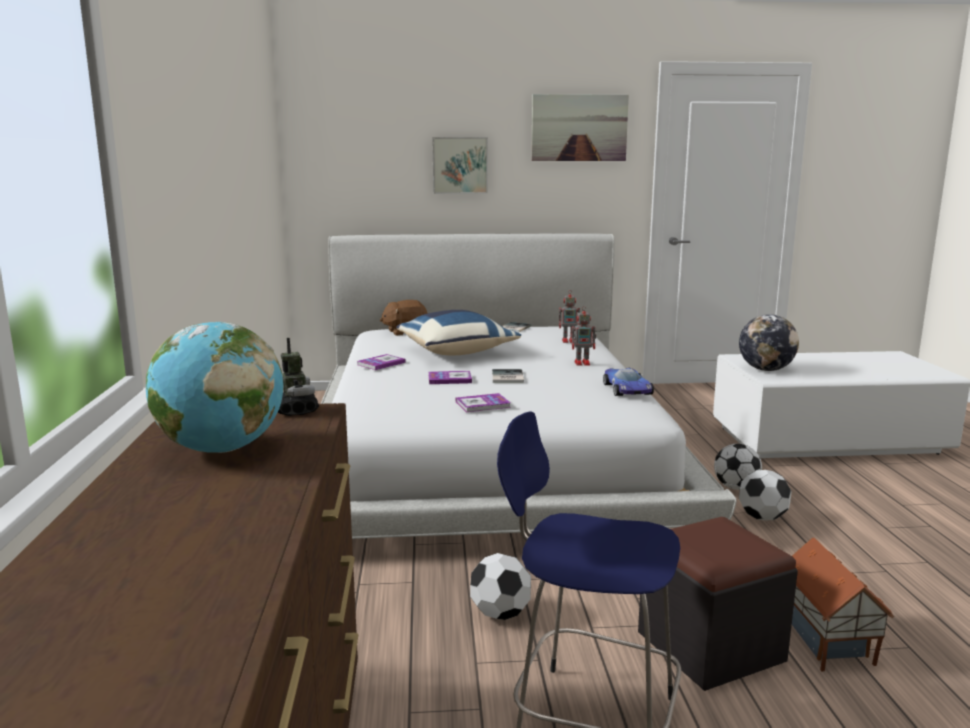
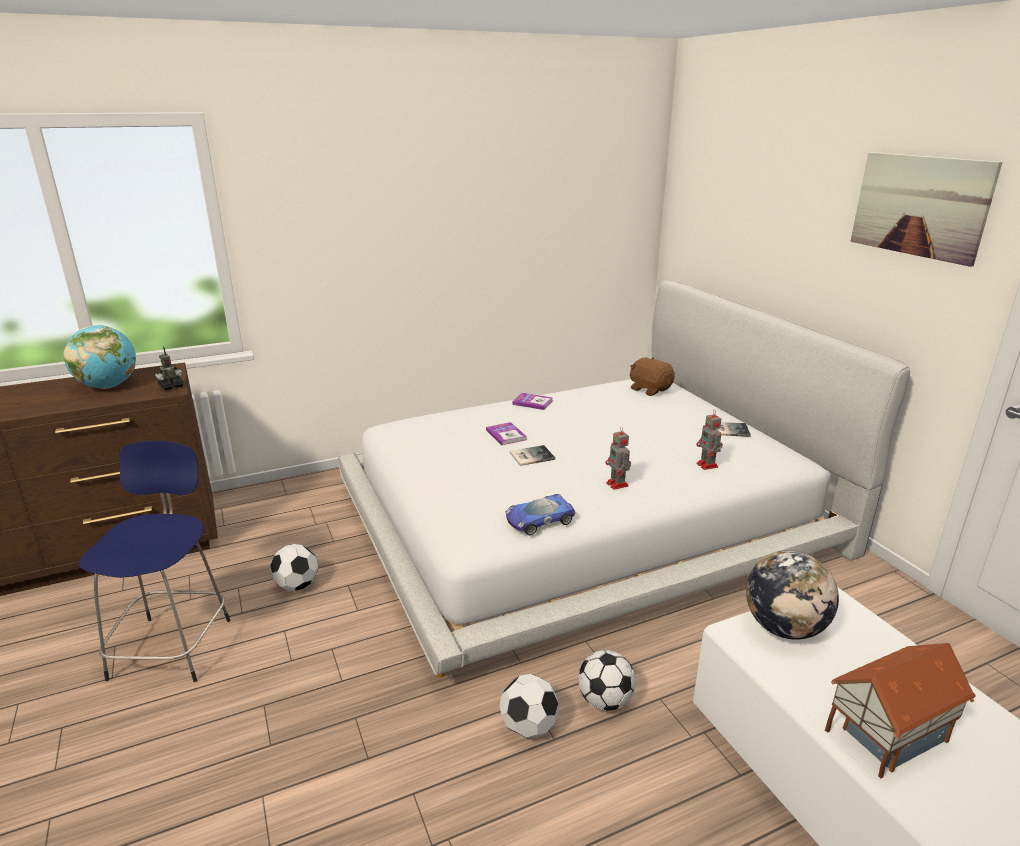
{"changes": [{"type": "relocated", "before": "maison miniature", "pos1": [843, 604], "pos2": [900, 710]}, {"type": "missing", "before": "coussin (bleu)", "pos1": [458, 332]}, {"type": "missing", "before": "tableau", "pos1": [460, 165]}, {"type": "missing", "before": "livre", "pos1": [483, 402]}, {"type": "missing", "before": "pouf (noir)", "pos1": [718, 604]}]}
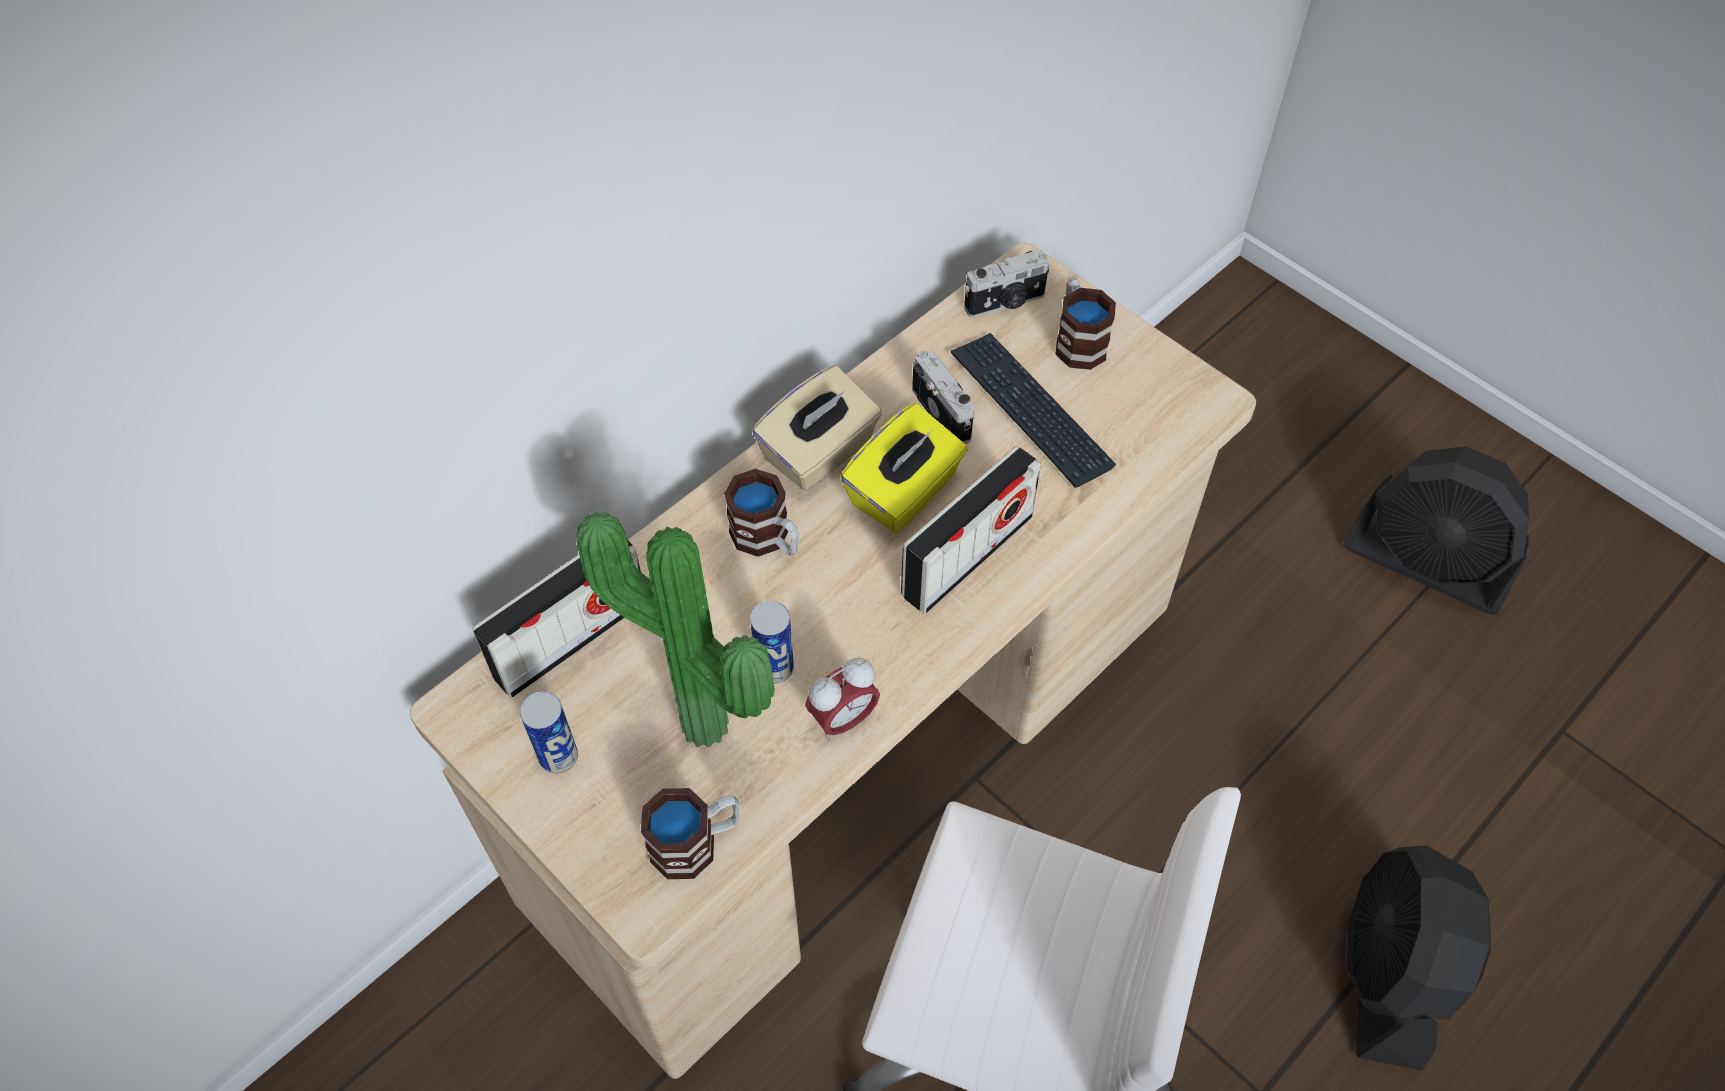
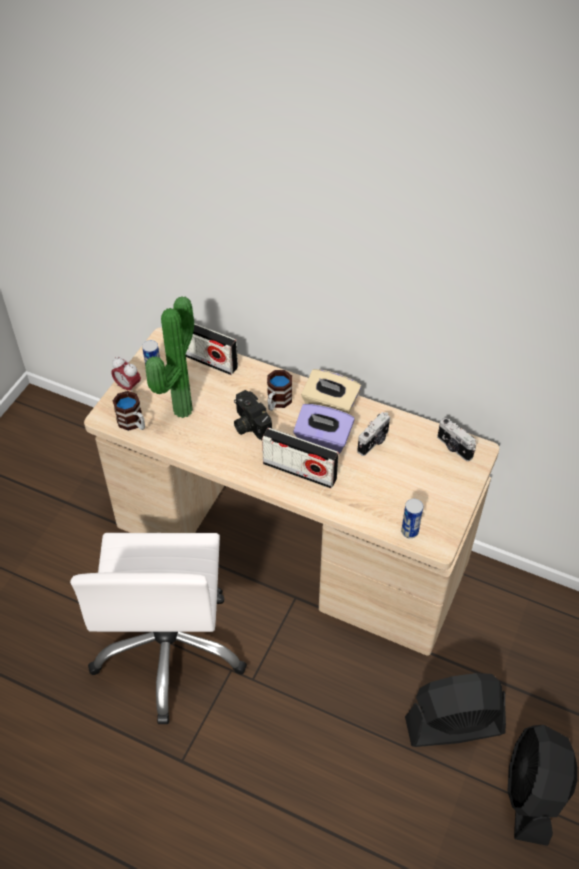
{"changes": [{"type": "relocated", "before": "réveil", "pos1": [842, 699], "pos2": [126, 374]}, {"type": "appeared", "after": "appareil photo", "pos2": [253, 415]}, {"type": "colour", "before": "boîte à mouchoirs (jaune)", "after": "boîte à mouchoirs (violet)", "pos1": [904, 468], "pos2": [324, 429]}, {"type": "relocated", "before": "boîte métallique", "pos1": [772, 642], "pos2": [412, 518]}, {"type": "relocated", "before": "ventilateur (noir)", "pos1": [1419, 958], "pos2": [455, 710]}, {"type": "missing", "before": "clavier", "pos1": [1033, 410]}, {"type": "missing", "before": "mug", "pos1": [1085, 323]}]}
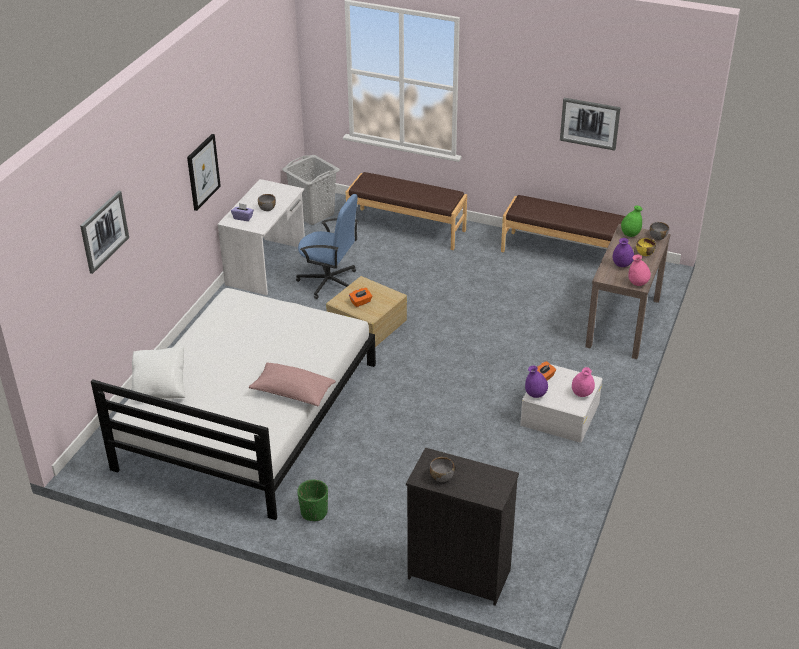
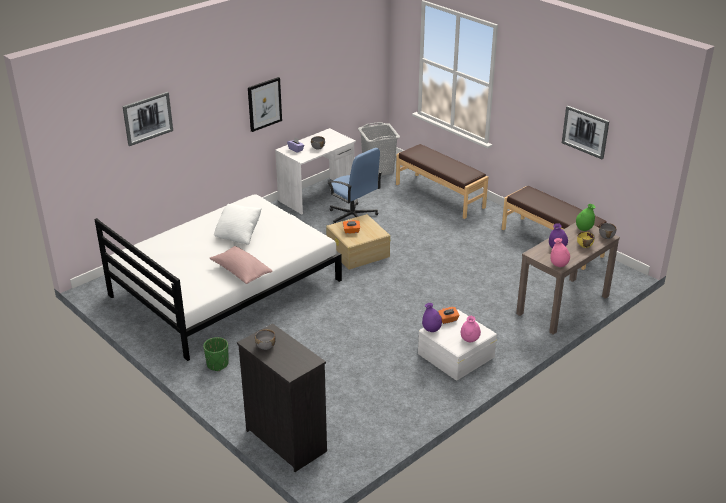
{"changes": [{"type": "relocated", "before": "coussin (blanc)", "pos1": [158, 372], "pos2": [238, 224]}]}
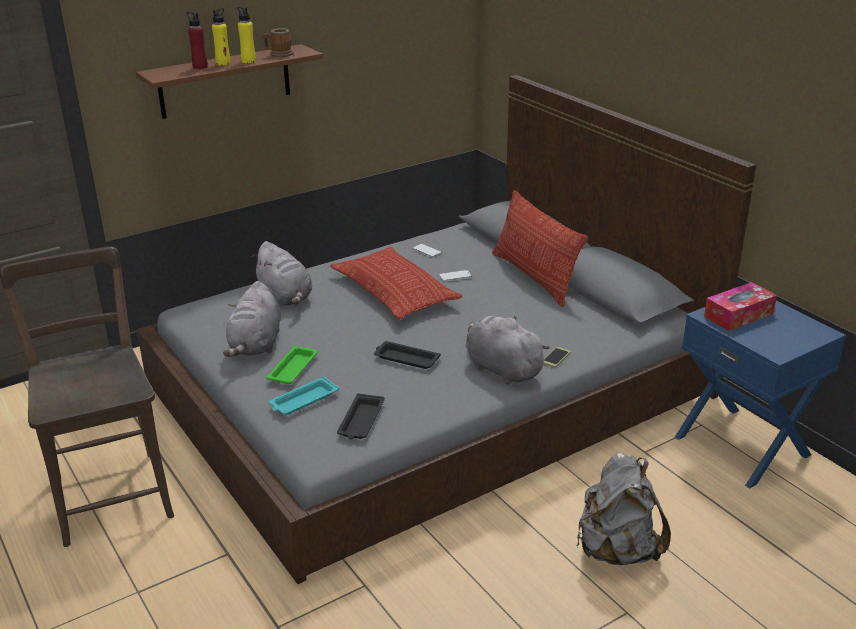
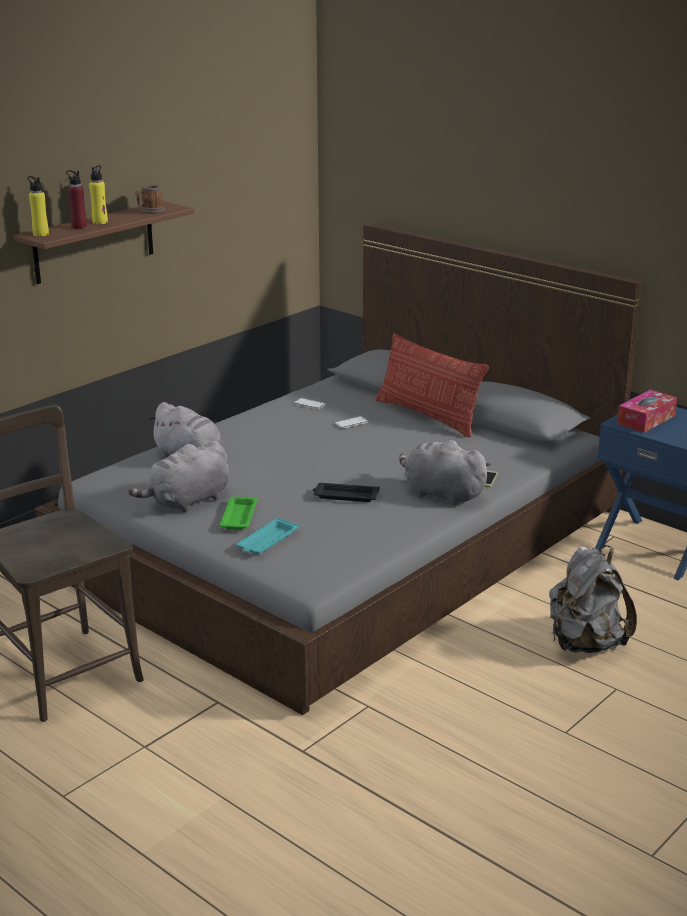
{"changes": [{"type": "relocated", "before": "bouteille (jaune)", "pos1": [246, 34], "pos2": [38, 206]}, {"type": "spun", "before": "peluche (gris)", "pos1": [252, 319], "pos2": [178, 476], "turn": 60}, {"type": "missing", "before": "coussin", "pos1": [396, 283]}, {"type": "missing", "before": "plateau (noir)", "pos1": [361, 416]}]}
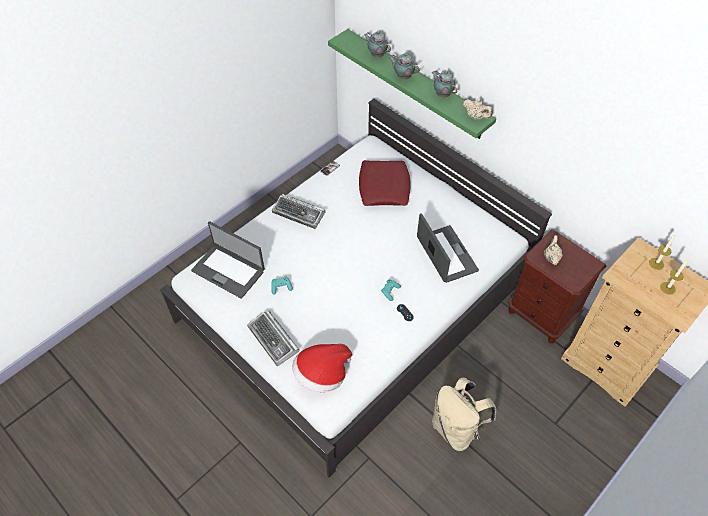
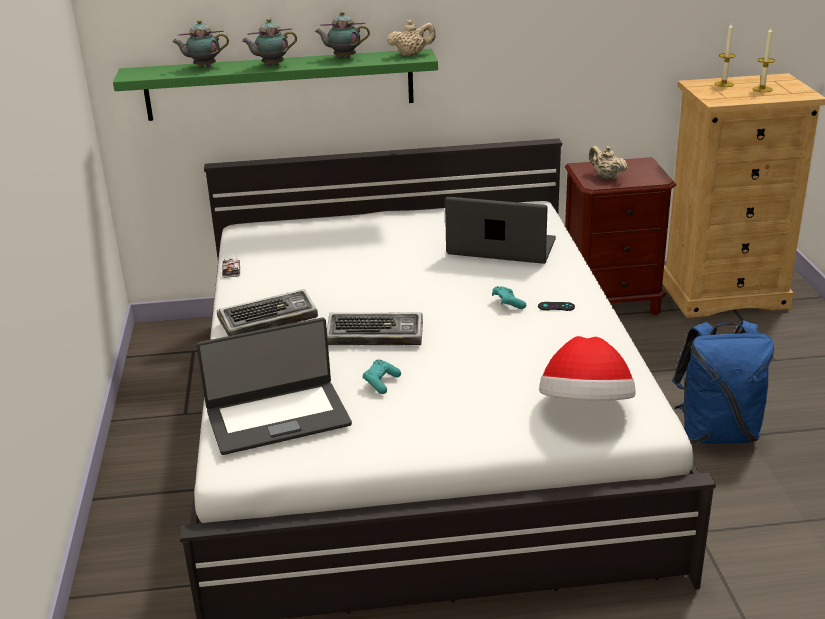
{"changes": [{"type": "relocated", "before": "clavier", "pos1": [273, 338], "pos2": [375, 328]}, {"type": "colour", "before": "sac à dos (beige)", "after": "sac à dos (bleu)", "pos1": [464, 414], "pos2": [723, 382]}, {"type": "missing", "before": "coussin (rouge)", "pos1": [384, 183]}]}
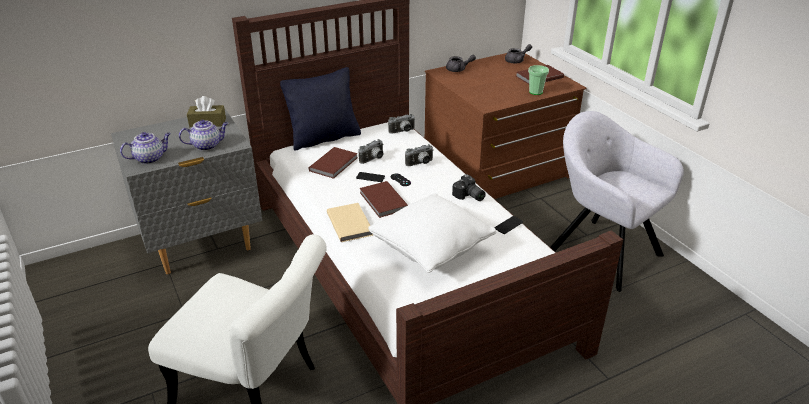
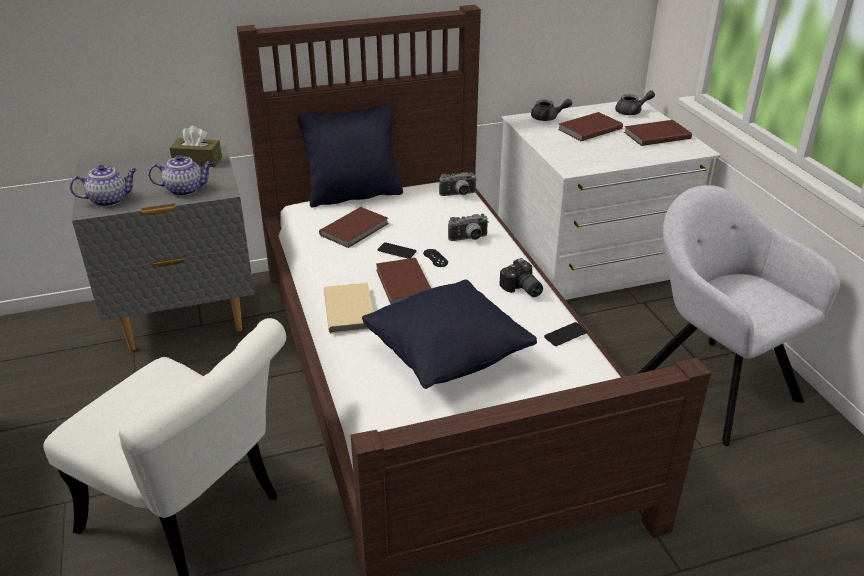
{"changes": [{"type": "colour", "before": "coussin (blanc)", "after": "coussin (noir)", "pos1": [432, 233], "pos2": [449, 334]}, {"type": "colour", "before": "commode (marron)", "after": "commode (blanc)", "pos1": [505, 125], "pos2": [609, 199]}, {"type": "appeared", "after": "livre (marron)", "pos2": [590, 126]}, {"type": "missing", "before": "appareil photo", "pos1": [371, 151]}, {"type": "missing", "before": "tasse", "pos1": [538, 80]}]}
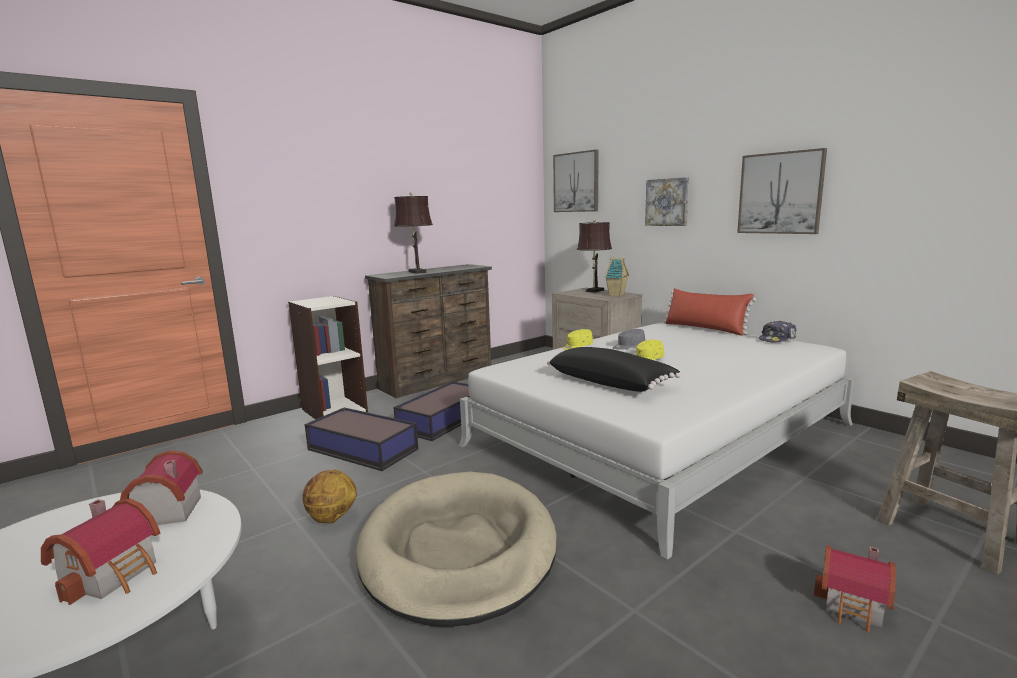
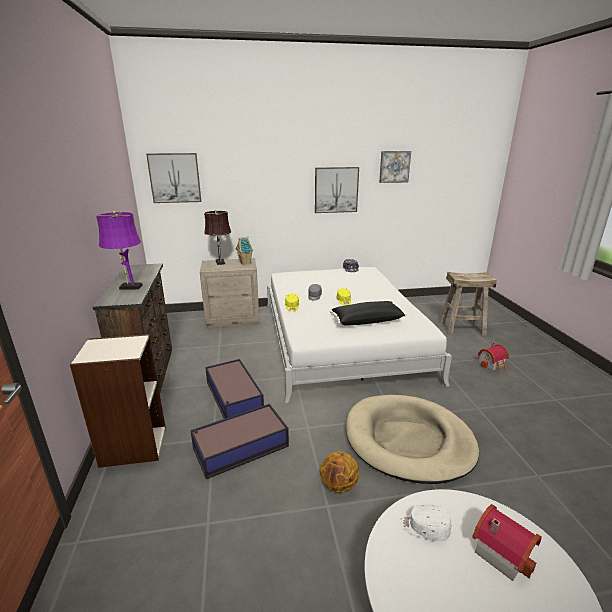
{"changes": [{"type": "colour", "before": "lampe de table (marron)", "after": "lampe de table (violet)", "pos1": [413, 233], "pos2": [119, 250]}, {"type": "relocated", "before": "tableau", "pos1": [667, 201], "pos2": [395, 167]}, {"type": "exchanged", "before": "maison miniature", "after": "casquette (blanc)", "pos1": [161, 487], "pos2": [425, 523]}, {"type": "missing", "before": "coussin (rouge)", "pos1": [709, 312]}]}
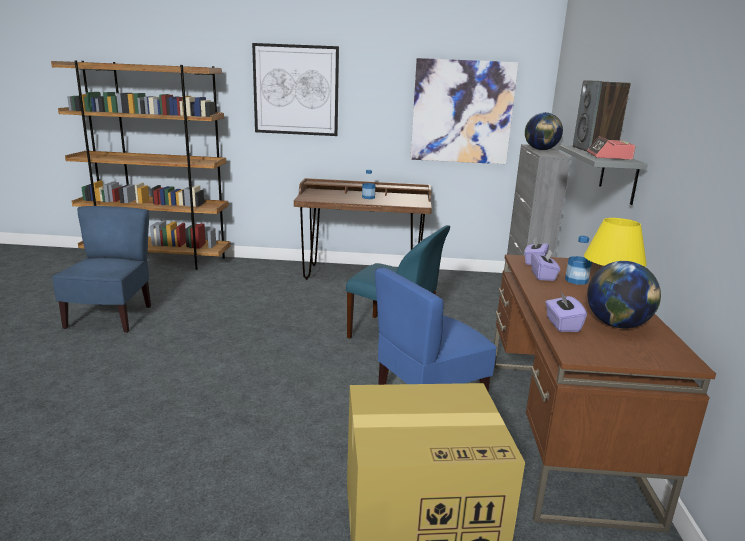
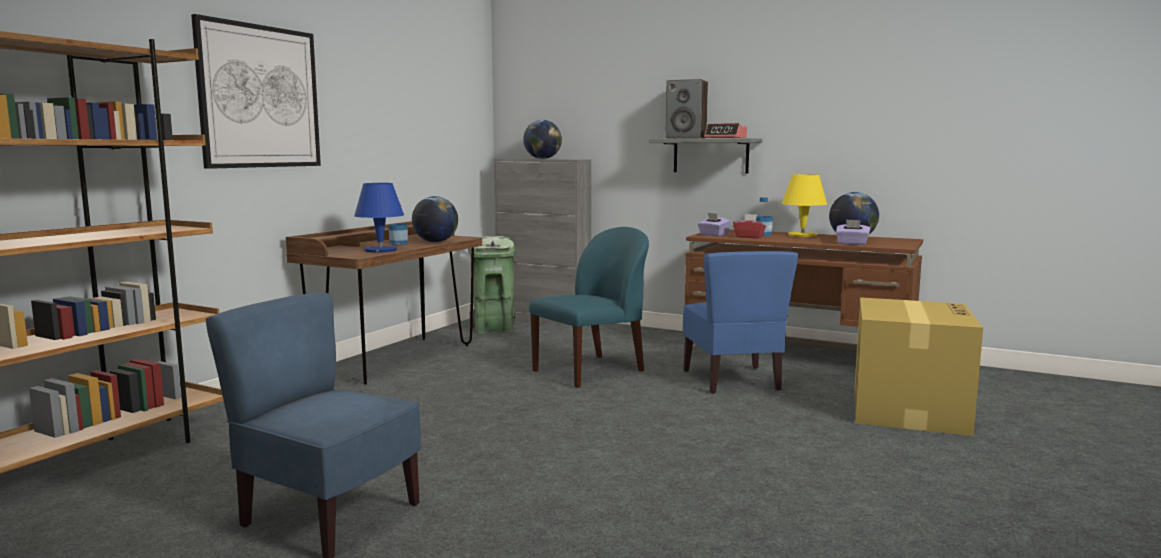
{"changes": [{"type": "appeared", "after": "lampe de table (bleu)", "pos2": [379, 217]}, {"type": "appeared", "after": "globe", "pos2": [435, 219]}, {"type": "appeared", "after": "poubelle (vert)", "pos2": [492, 285]}, {"type": "colour", "before": "boîte à mouchoirs (violet)", "after": "boîte à mouchoirs (rouge)", "pos1": [545, 265], "pos2": [749, 226]}, {"type": "missing", "before": "tableau", "pos1": [464, 111]}]}
